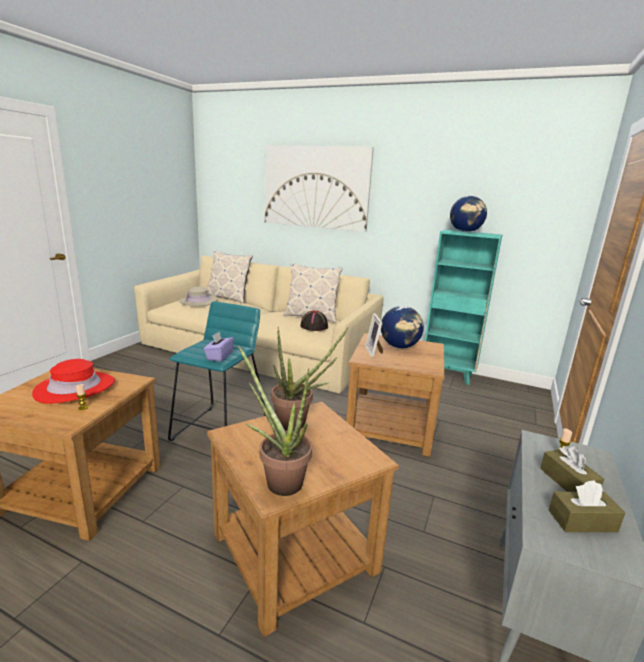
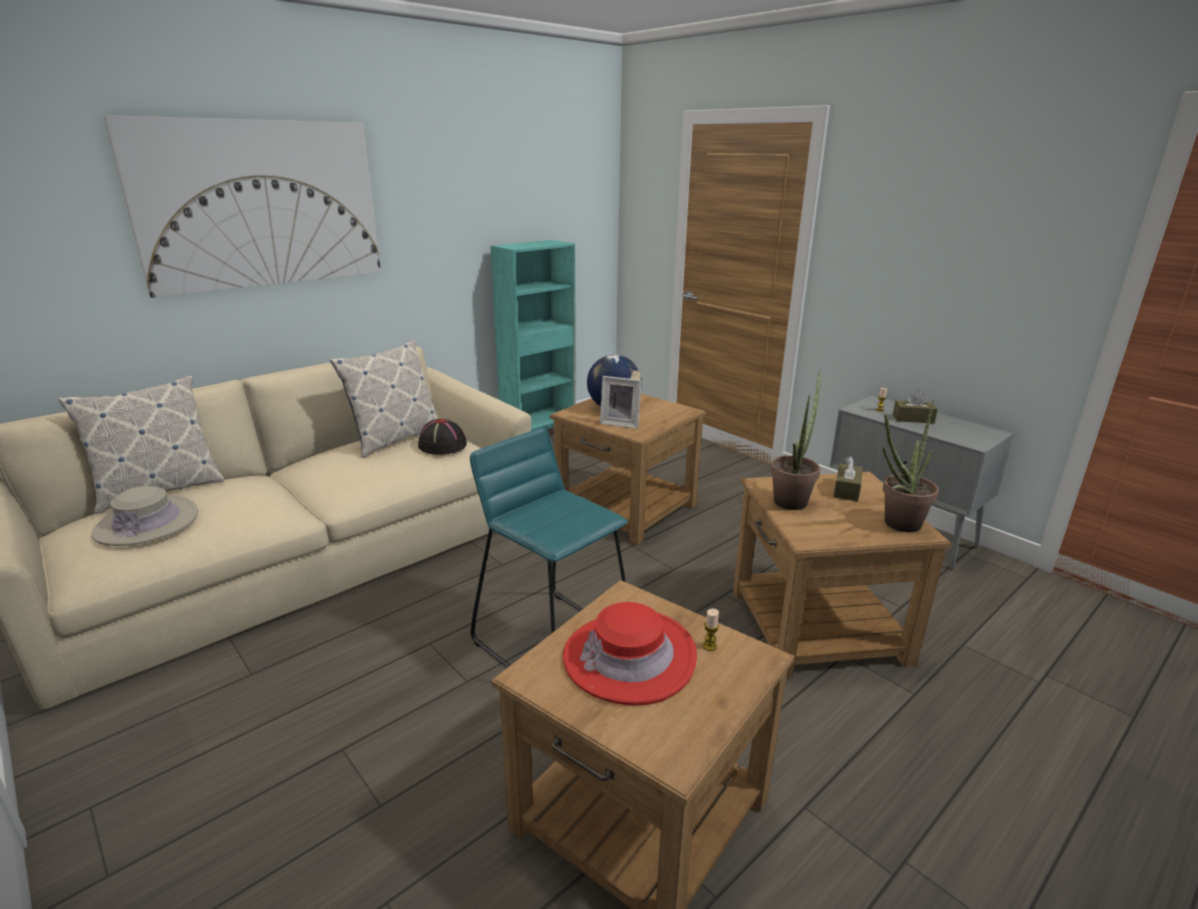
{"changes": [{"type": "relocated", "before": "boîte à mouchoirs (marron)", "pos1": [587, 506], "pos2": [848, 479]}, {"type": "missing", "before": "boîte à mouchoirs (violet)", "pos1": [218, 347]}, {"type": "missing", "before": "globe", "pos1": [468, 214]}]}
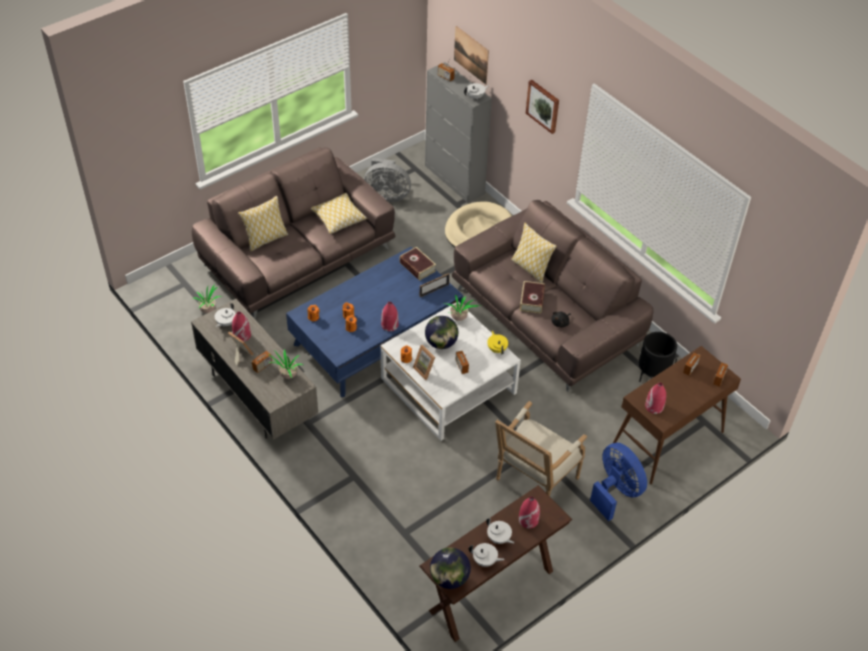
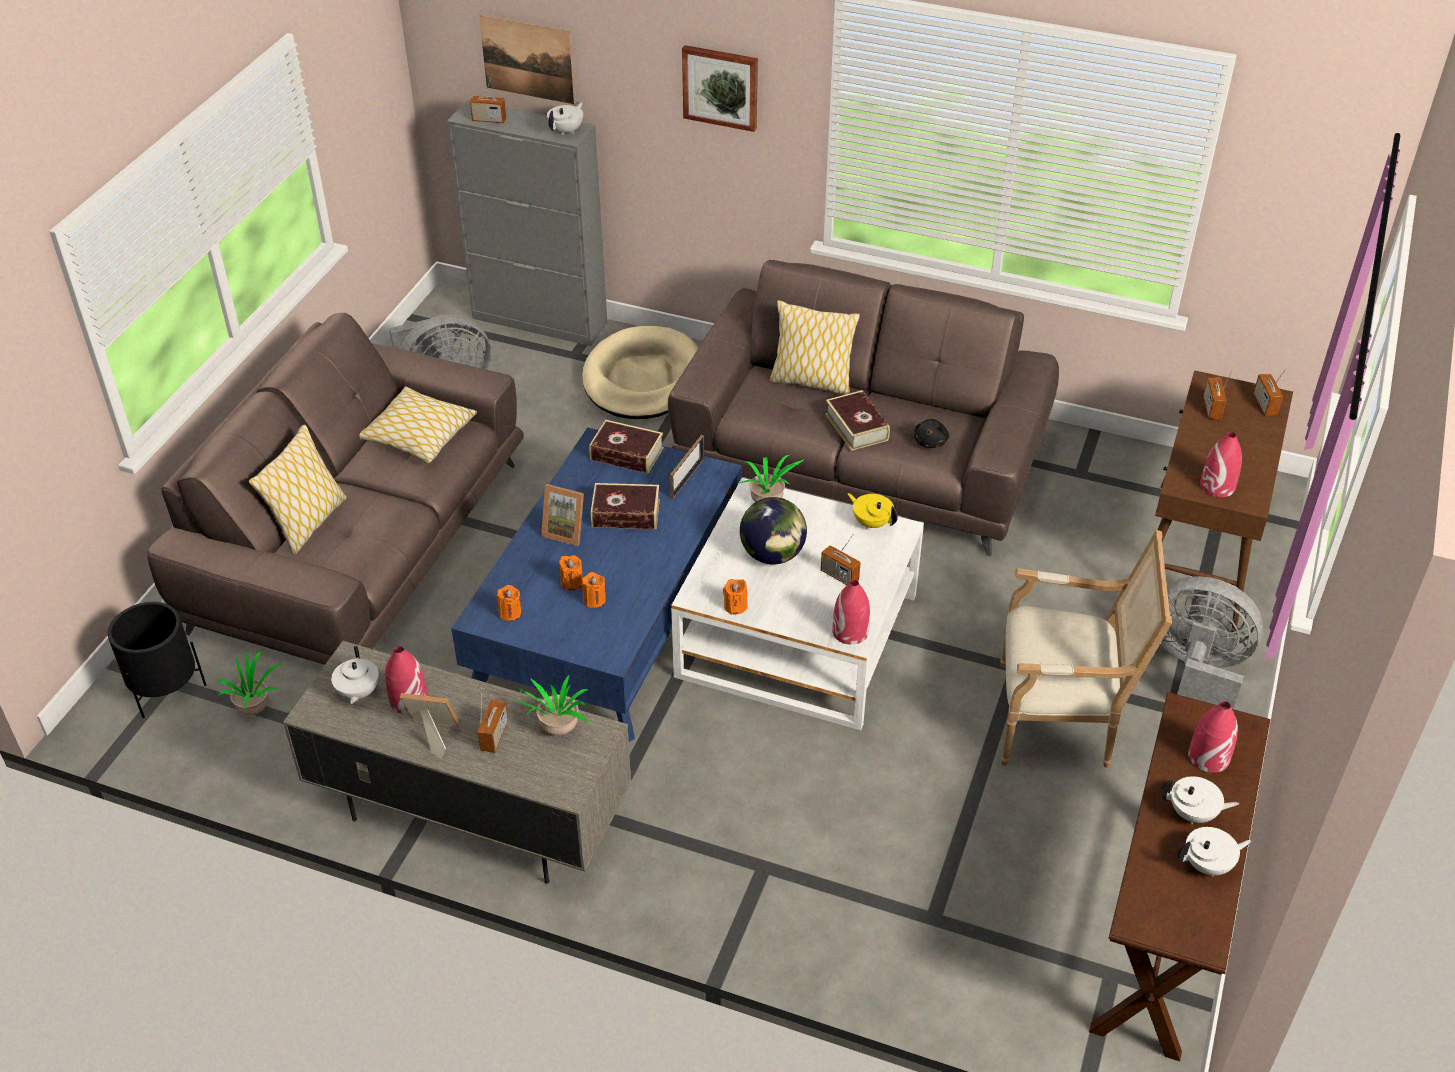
{"changes": [{"type": "relocated", "before": "cache-pot (noir)", "pos1": [658, 357], "pos2": [157, 660]}, {"type": "relocated", "before": "cadre photo", "pos1": [424, 362], "pos2": [562, 515]}, {"type": "appeared", "after": "livre", "pos2": [625, 506]}, {"type": "relocated", "before": "vase (rouge)", "pos1": [390, 316], "pos2": [851, 612]}, {"type": "spun", "before": "fauteuil", "pos1": [541, 448], "pos2": [1086, 649], "turn": -90}, {"type": "colour", "before": "ventilateur (bleu)", "after": "ventilateur (gris)", "pos1": [618, 482], "pos2": [1211, 642]}, {"type": "missing", "before": "globe", "pos1": [450, 568]}]}
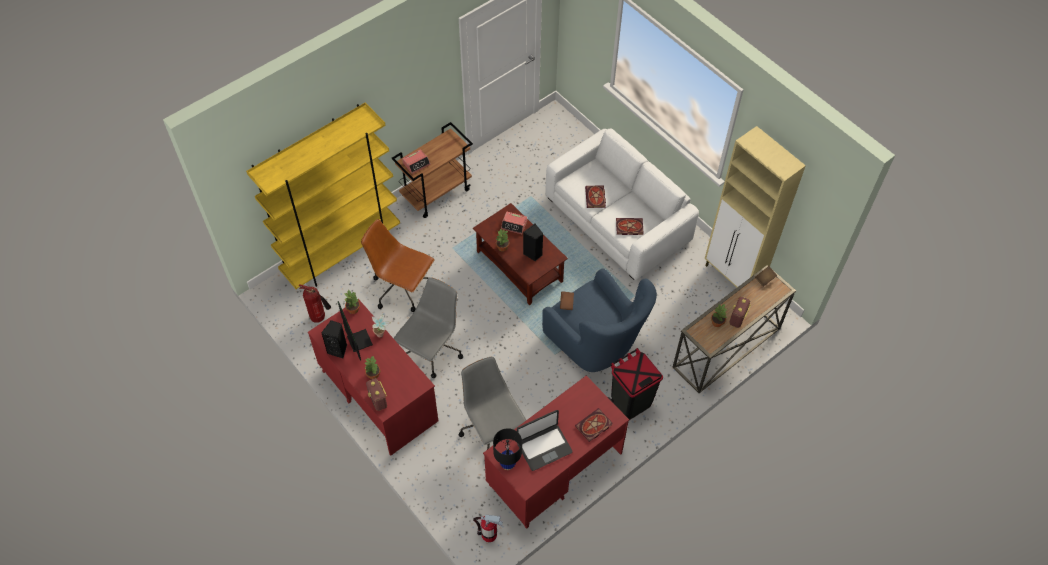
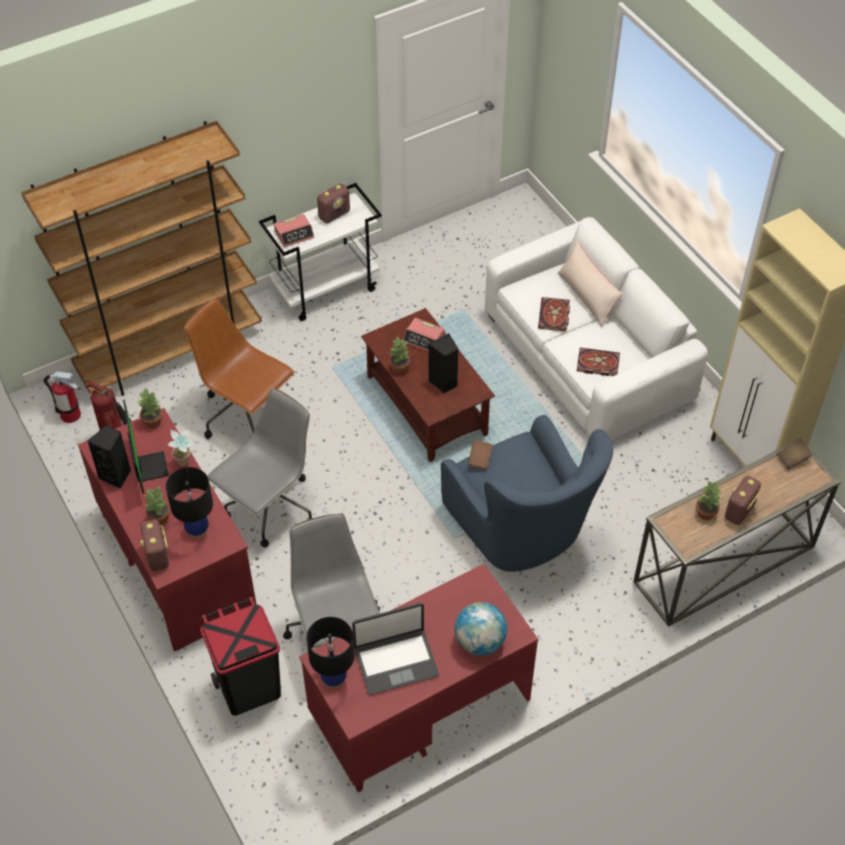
{"changes": [{"type": "colour", "before": "bibliothèque (jaune)", "after": "bibliothèque (marron)", "pos1": [323, 196], "pos2": [141, 258]}, {"type": "relocated", "before": "extincteur", "pos1": [488, 528], "pos2": [62, 397]}, {"type": "appeared", "after": "lampe de table (noir)", "pos2": [189, 502]}, {"type": "relocated", "before": "poubelle (noir)", "pos1": [635, 384], "pos2": [240, 656]}, {"type": "colour", "before": "chariot (marron)", "after": "chariot (blanc)", "pos1": [432, 170], "pos2": [320, 252]}, {"type": "appeared", "after": "radio", "pos2": [333, 203]}, {"type": "exchanged", "before": "livre", "after": "globe", "pos1": [594, 425], "pos2": [481, 628]}, {"type": "appeared", "after": "coussin (beige)", "pos2": [590, 283]}]}
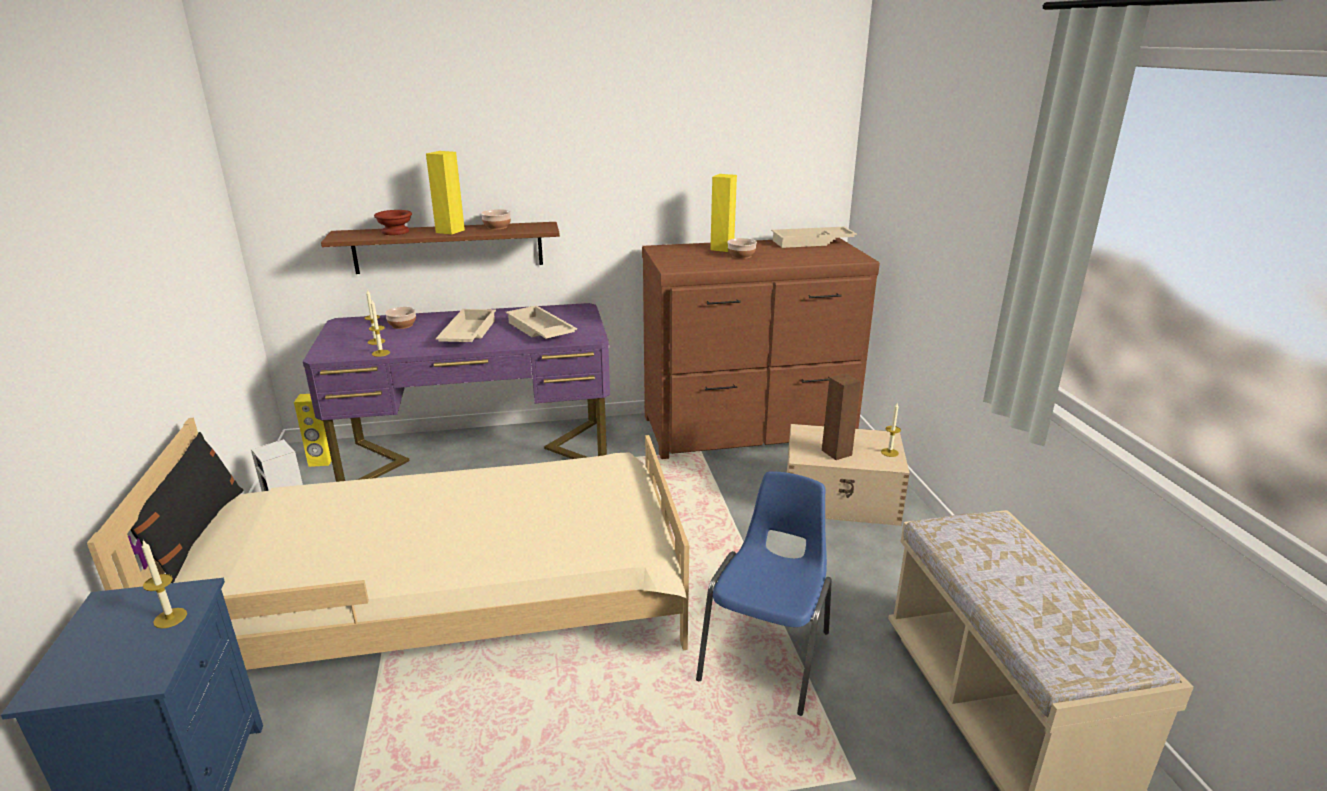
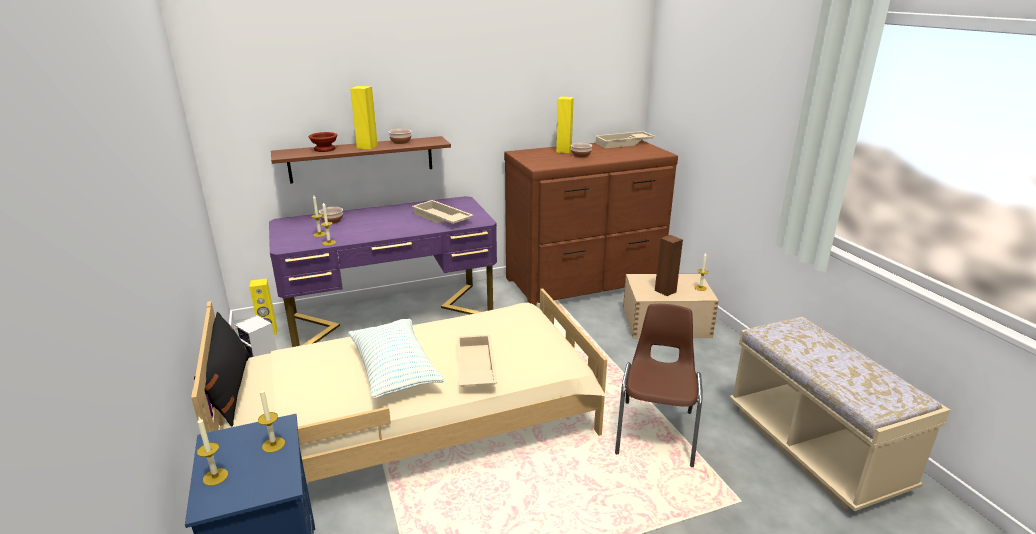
{"changes": [{"type": "appeared", "after": "bougie", "pos2": [212, 451]}, {"type": "appeared", "after": "coussin", "pos2": [396, 358]}, {"type": "relocated", "before": "plateau (beige)", "pos1": [466, 325], "pos2": [477, 361]}, {"type": "colour", "before": "chaise (bleu)", "after": "chaise (marron)", "pos1": [764, 593], "pos2": [659, 385]}]}
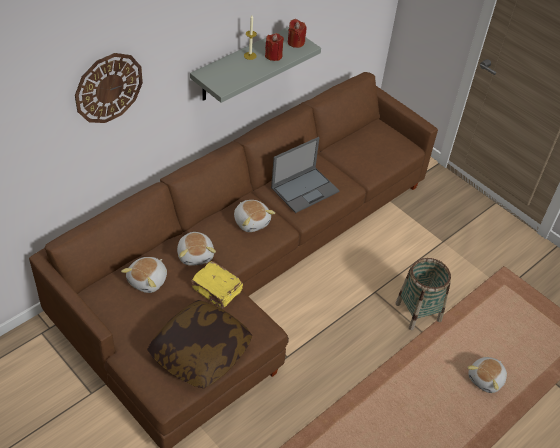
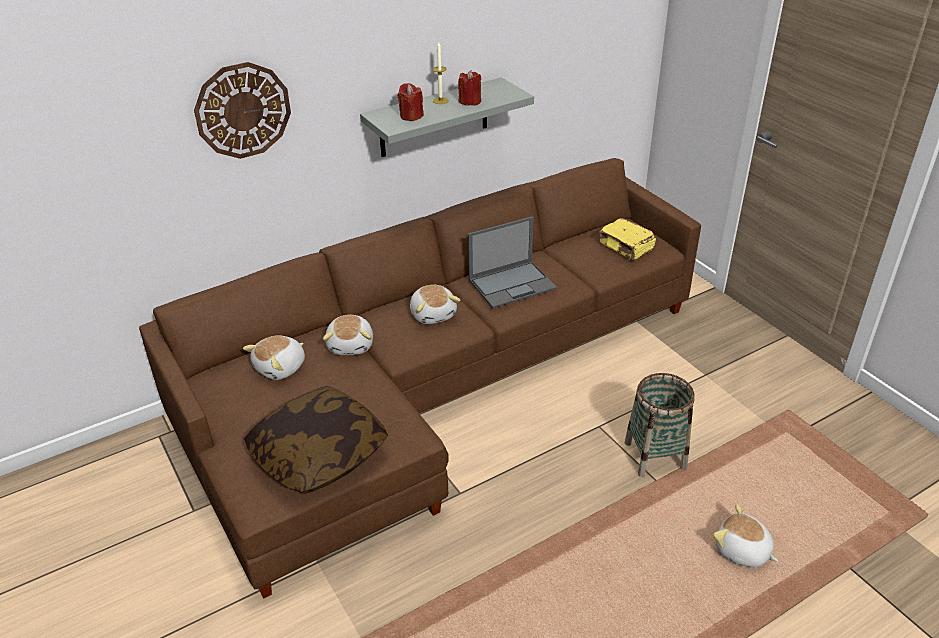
{"changes": [{"type": "relocated", "before": "bougie (rouge)", "pos1": [297, 33], "pos2": [411, 102]}, {"type": "relocated", "before": "livre (jaune)", "pos1": [216, 285], "pos2": [627, 239]}, {"type": "spun", "before": "peluche", "pos1": [487, 375], "pos2": [745, 535], "turn": 75}]}
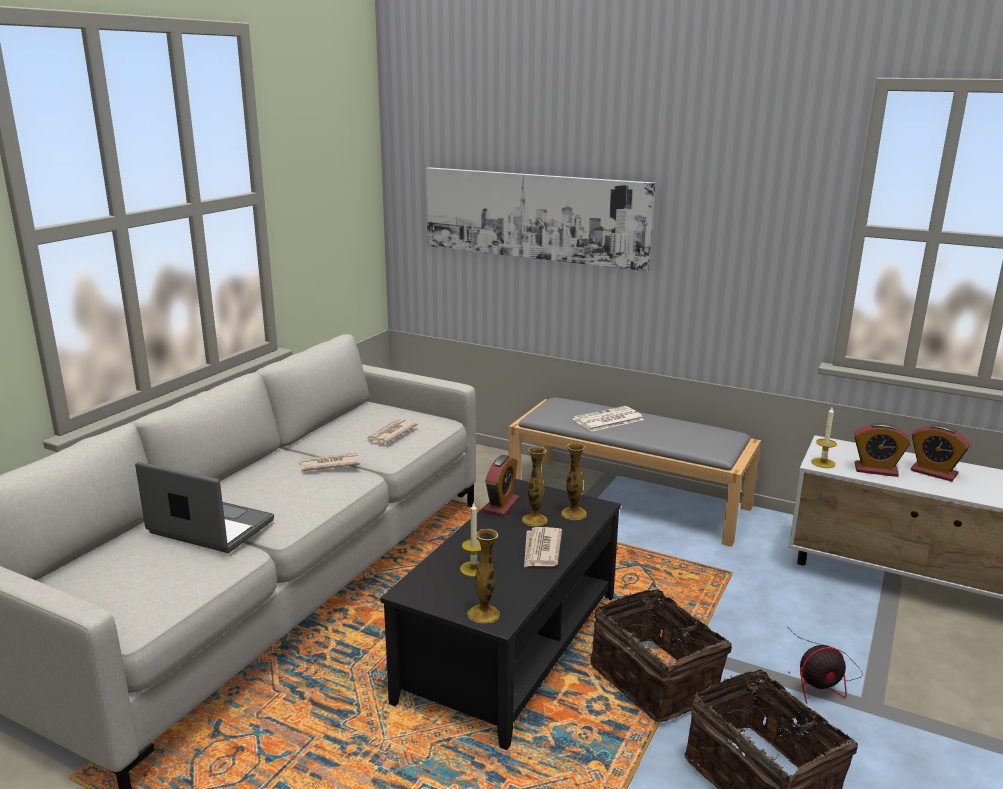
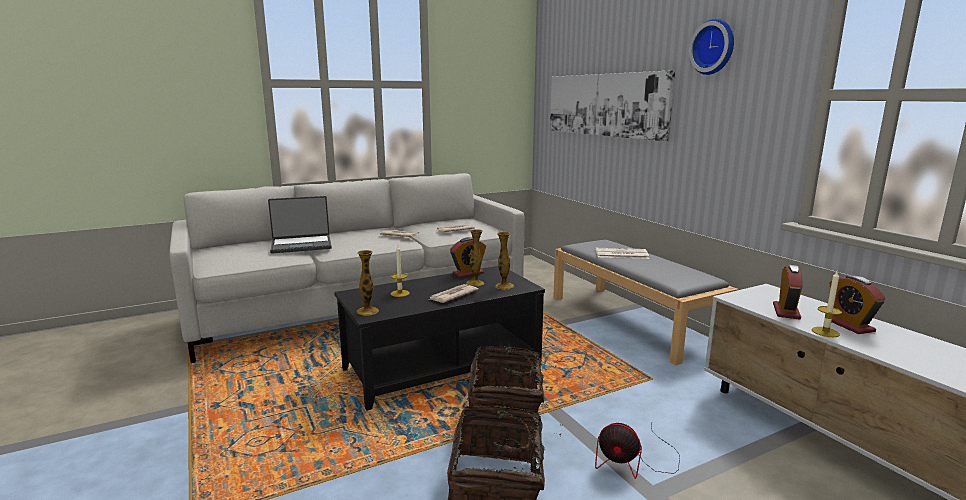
{"changes": [{"type": "spun", "before": "ordinateur portable", "pos1": [204, 507], "pos2": [300, 225], "turn": 105}, {"type": "appeared", "after": "horloge murale", "pos2": [711, 47]}, {"type": "spun", "before": "réveil", "pos1": [882, 449], "pos2": [788, 292], "turn": -120}, {"type": "relocated", "before": "bougie", "pos1": [824, 437], "pos2": [827, 304]}]}
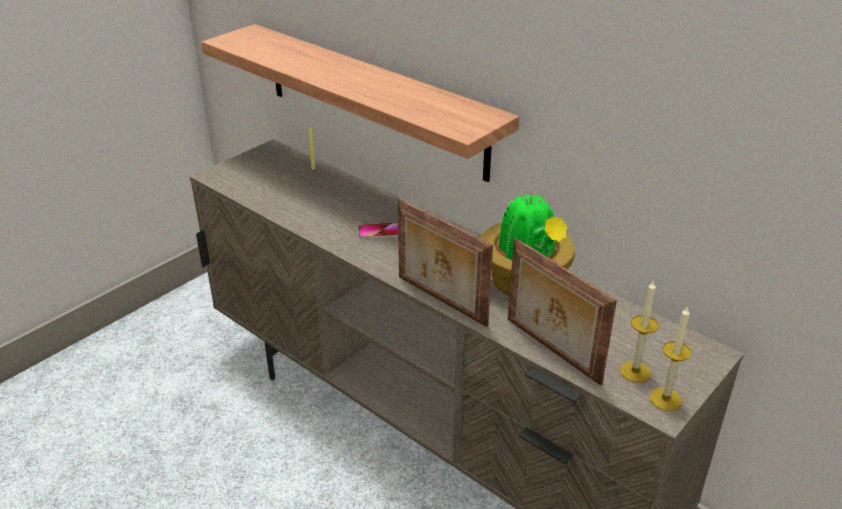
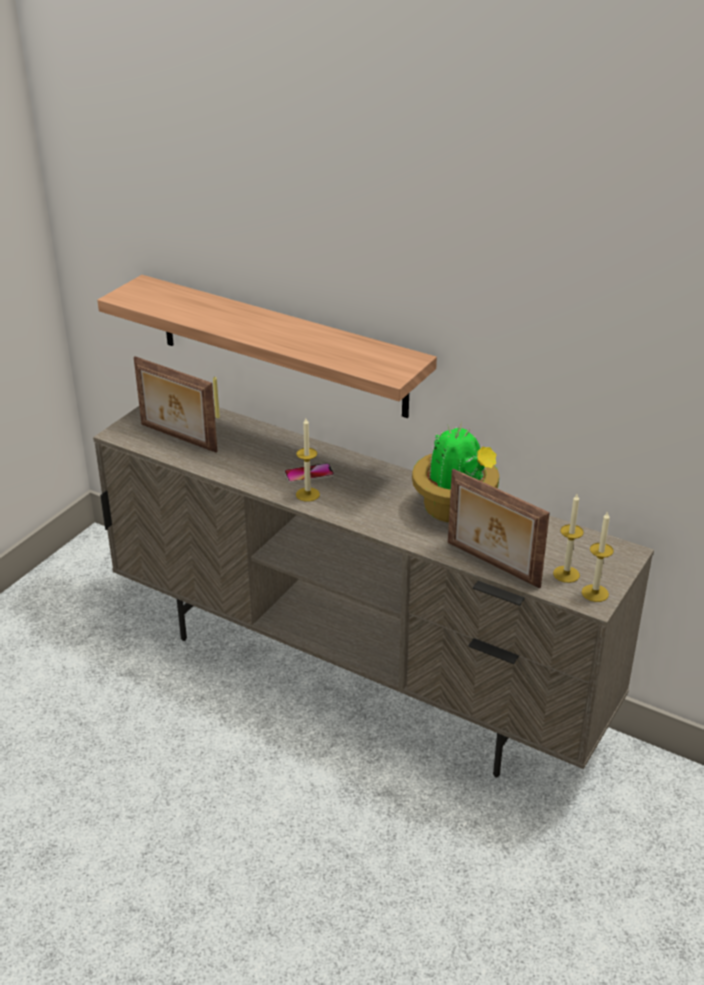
{"changes": [{"type": "relocated", "before": "cadre photo", "pos1": [445, 263], "pos2": [176, 404]}, {"type": "appeared", "after": "bougie", "pos2": [308, 460]}]}
